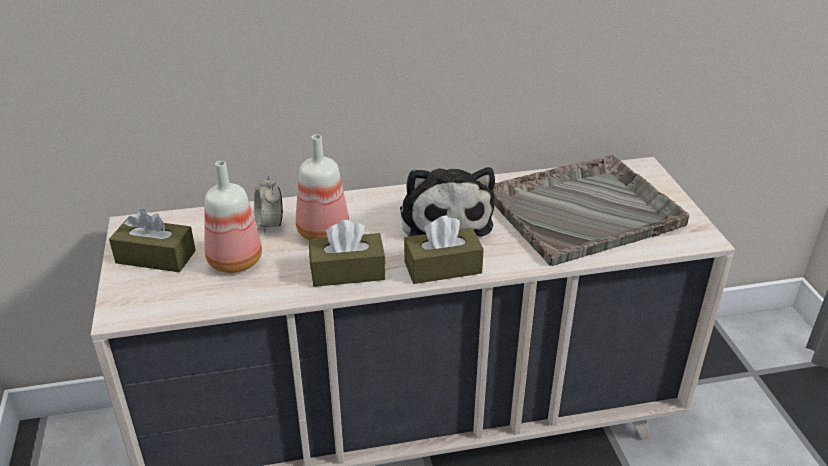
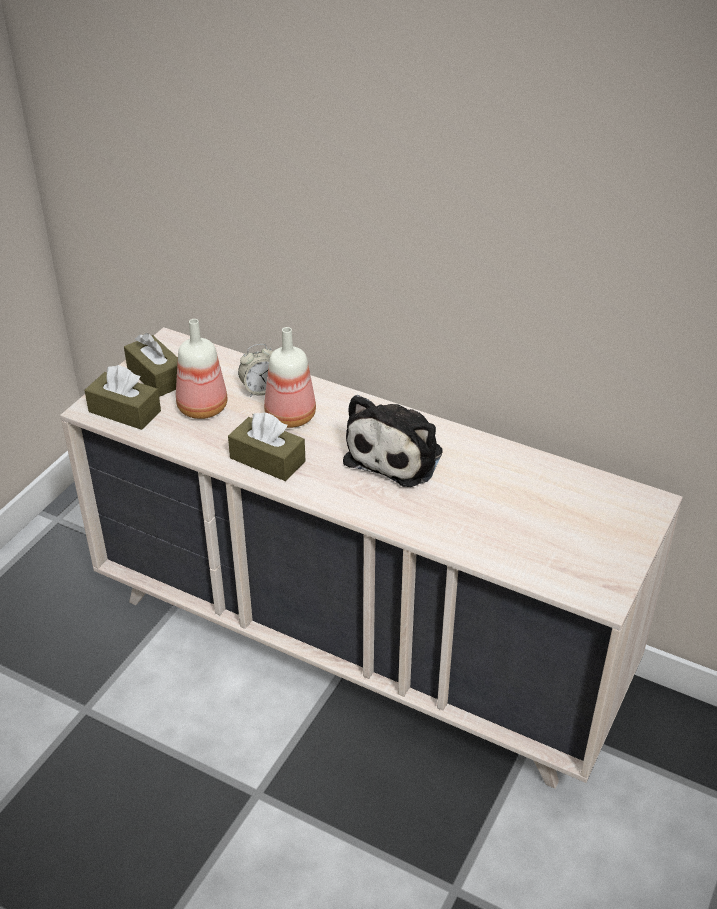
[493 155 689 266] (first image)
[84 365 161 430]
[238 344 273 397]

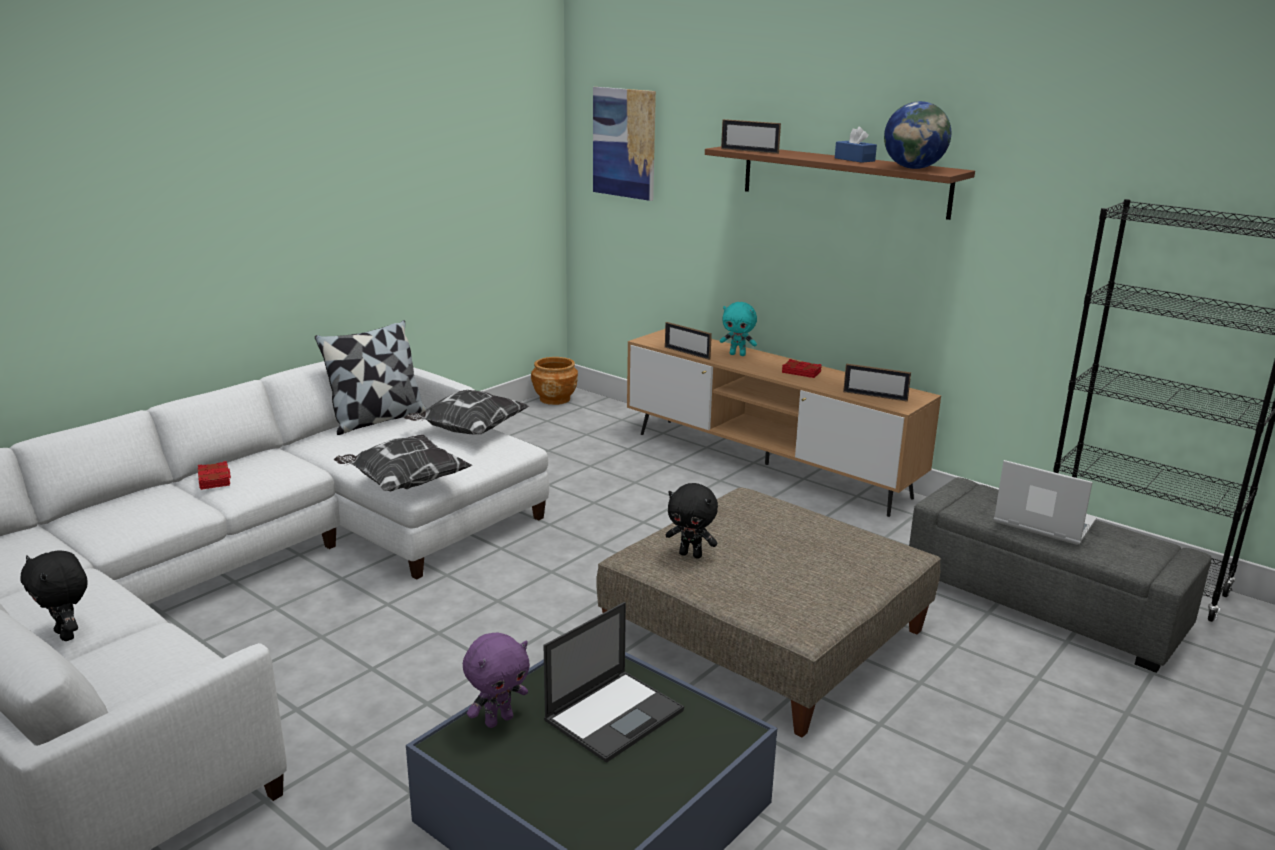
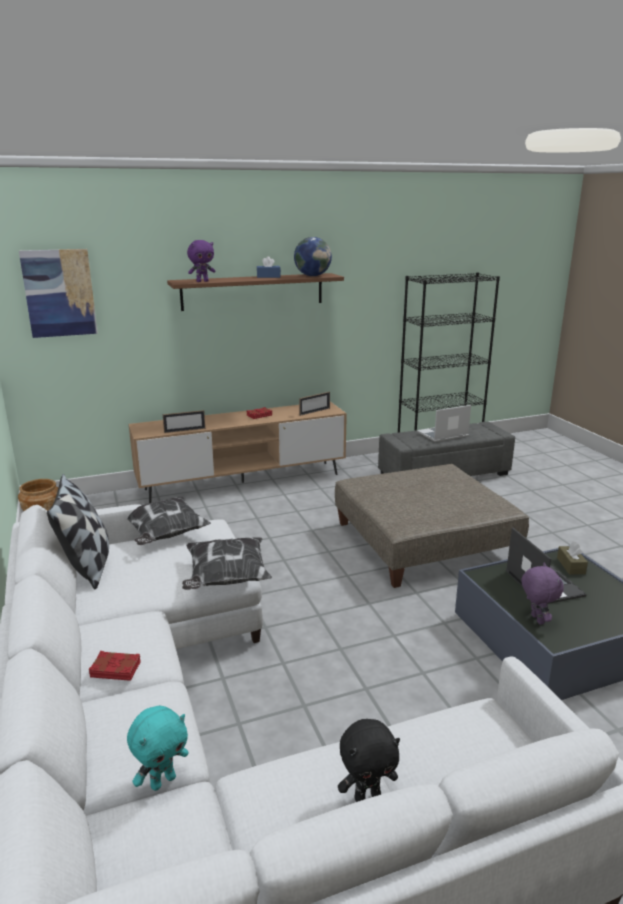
[666 483 718 558] (first image)
[557 542 588 575]
[127 706 189 791]
[187 240 215 282]

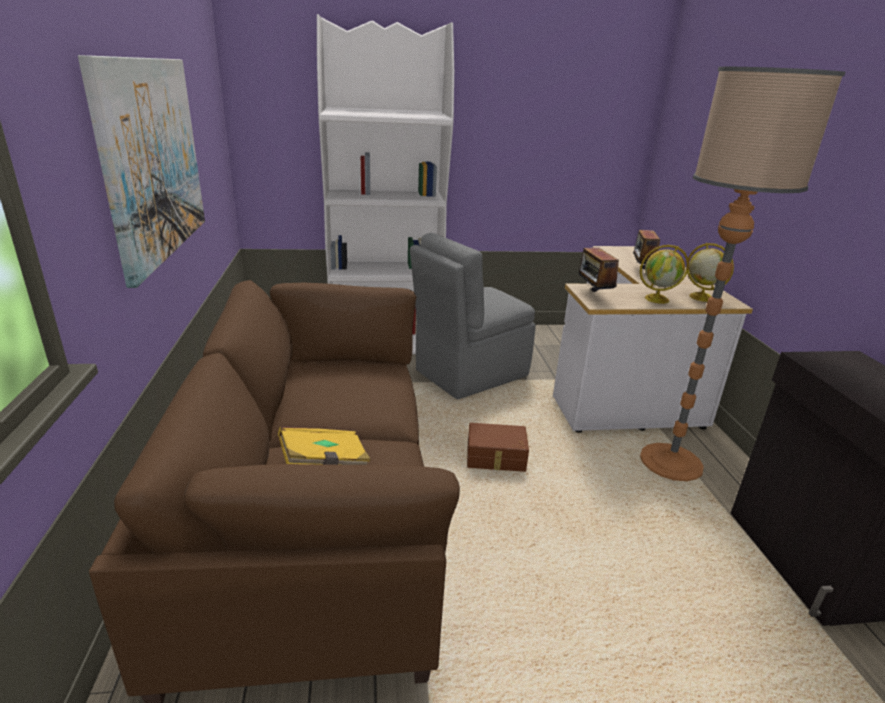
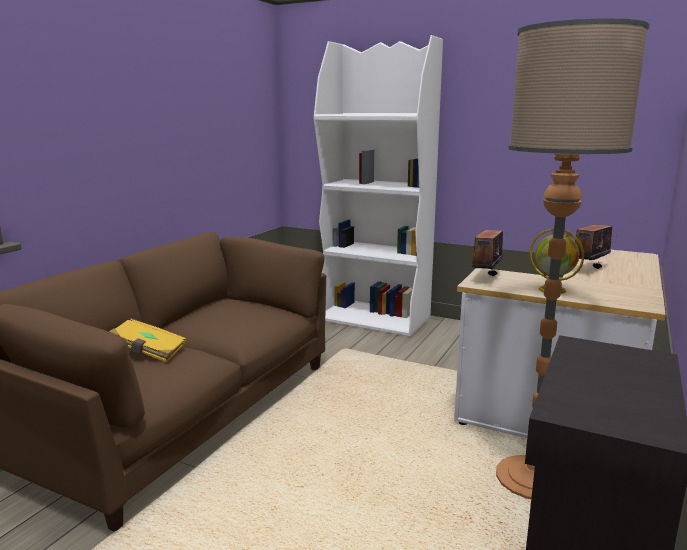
[78 55 205 288] (first image)
[410 233 536 399] (first image)
[467 423 529 472] (first image)
[686 243 734 302] (first image)

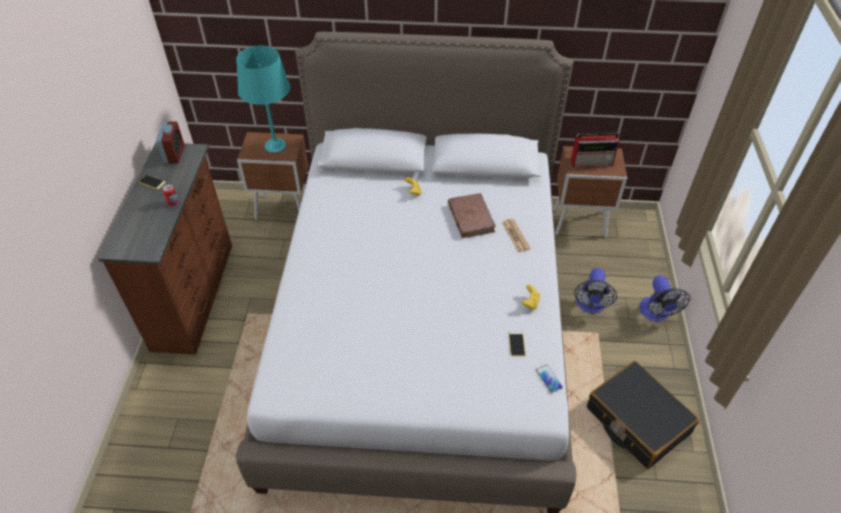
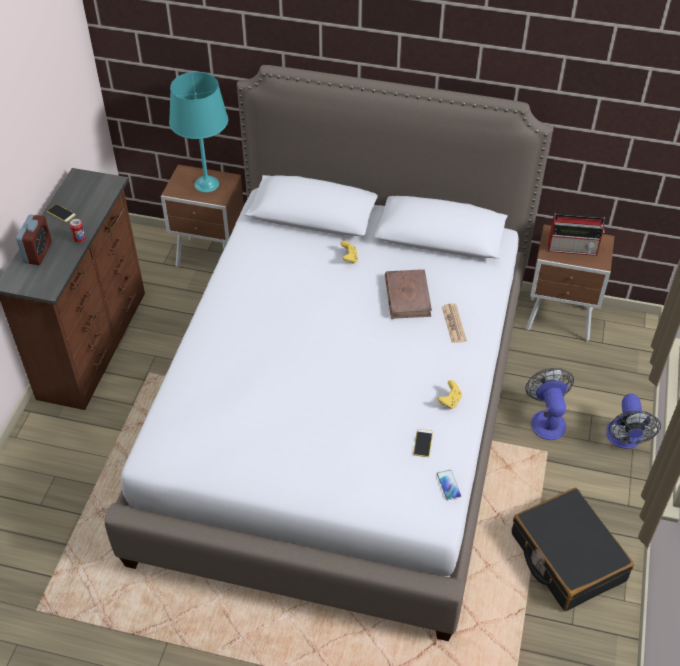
[16 215 52 265]
[525 368 574 440]

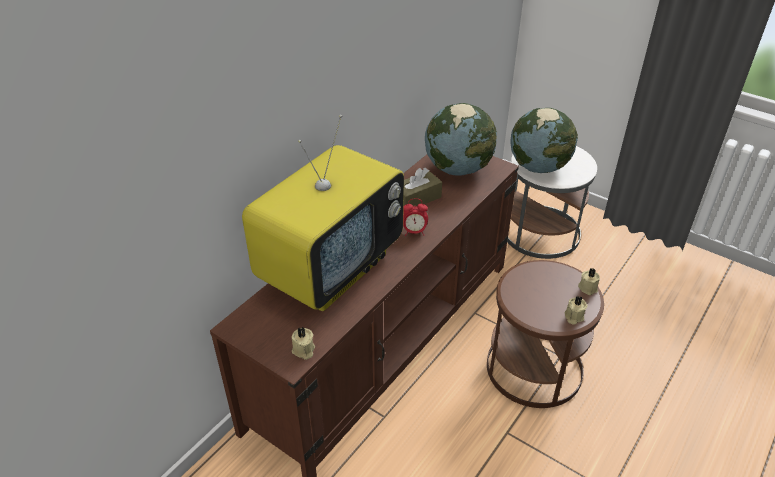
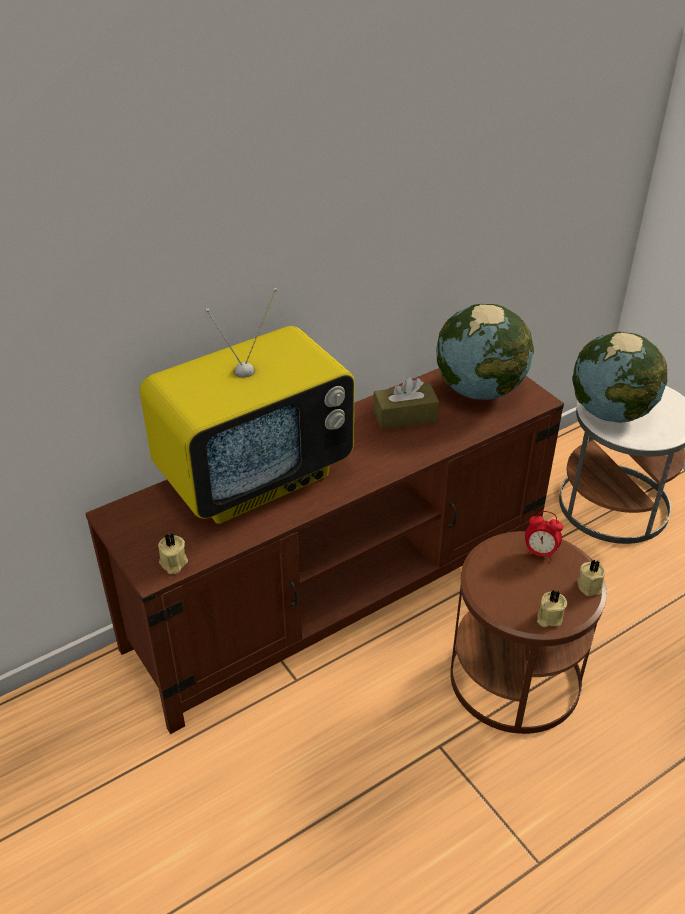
[525 511 563 561]

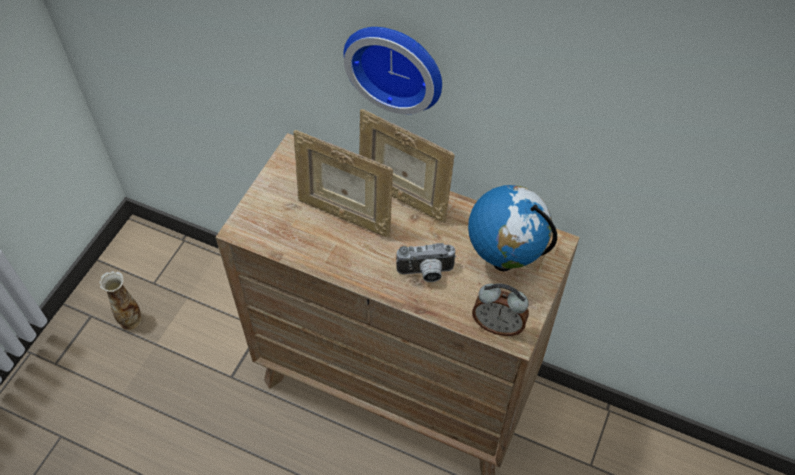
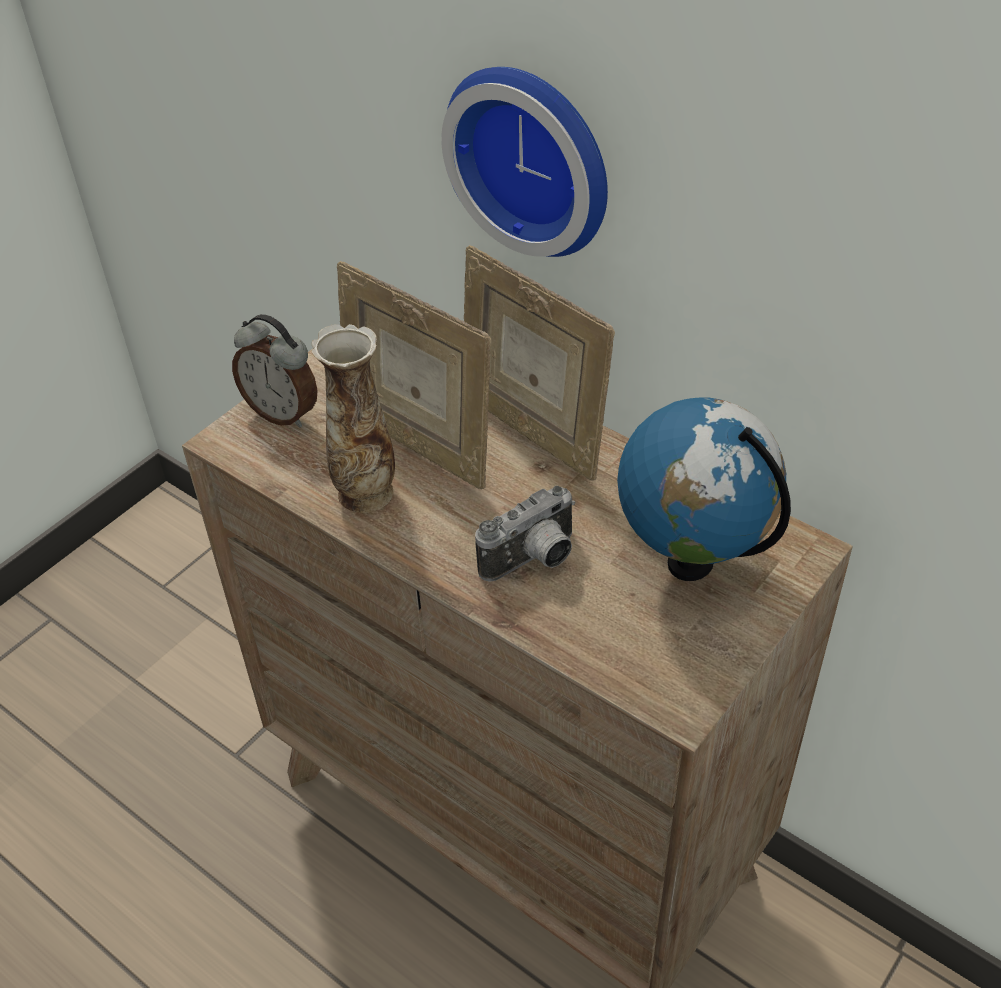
[311 324 395 513]
[232 314 317 428]
[475 486 575 582]

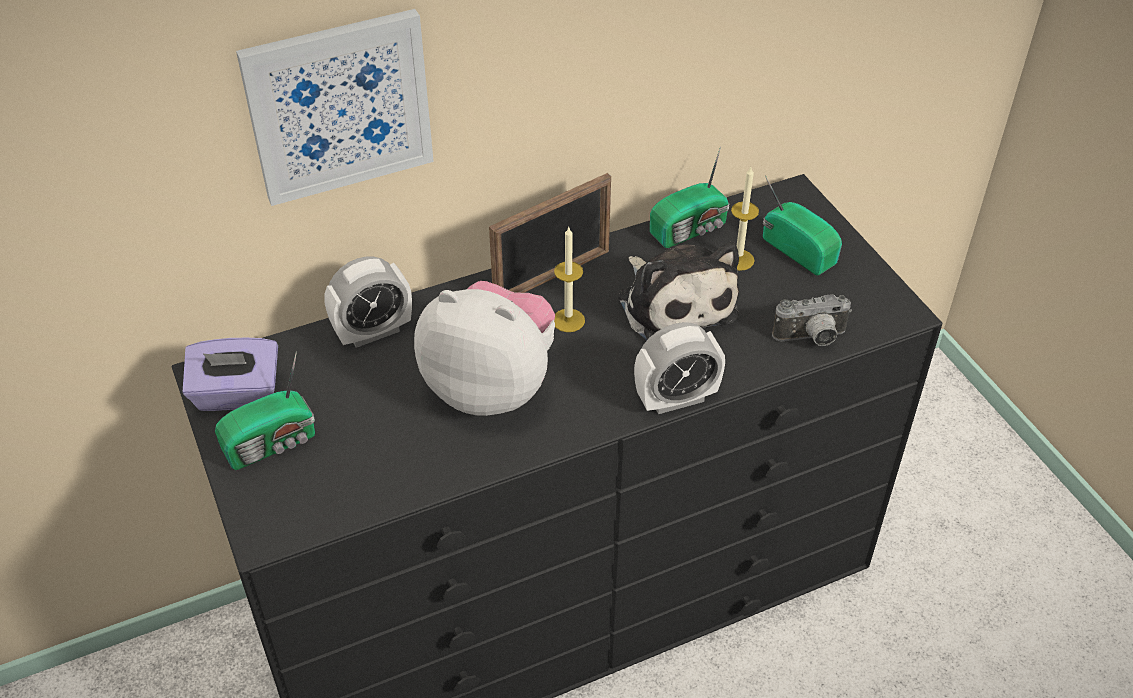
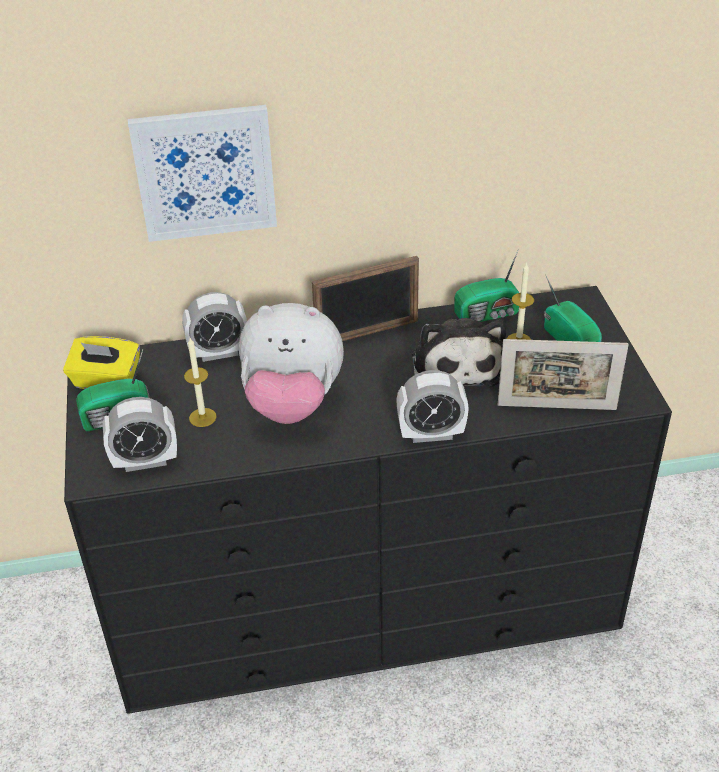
[103 397 177 472]
[184 338 217 427]
[498 339 629 410]
[63 336 140 389]
[239 303 344 424]

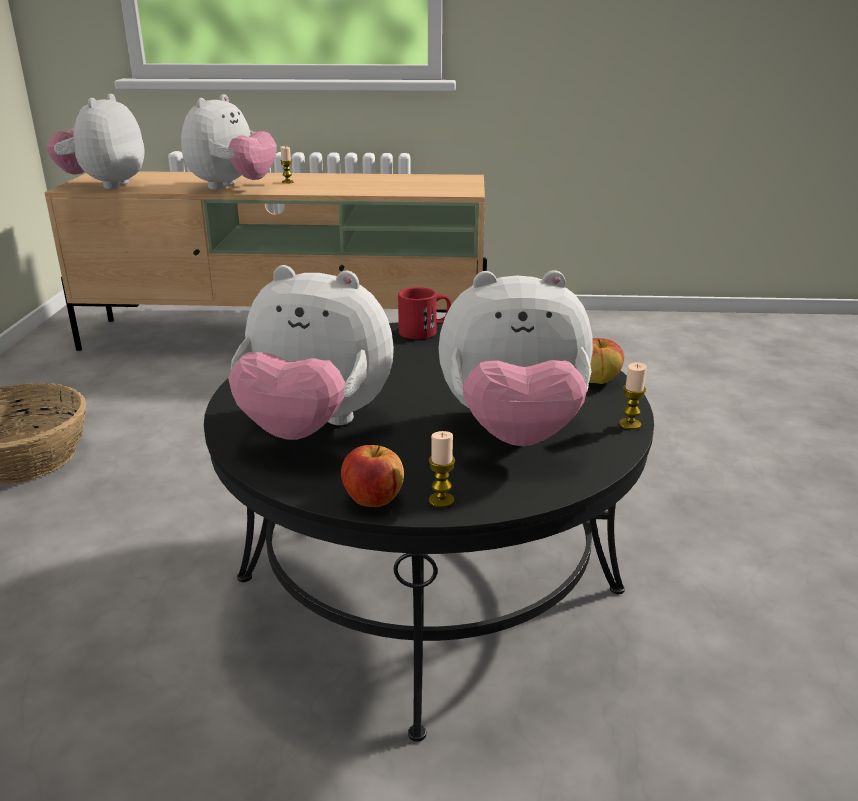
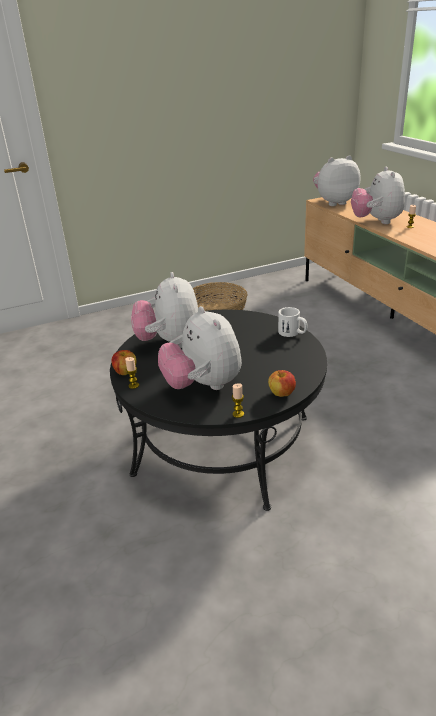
[278 307 307 337]
[351 167 405 224]

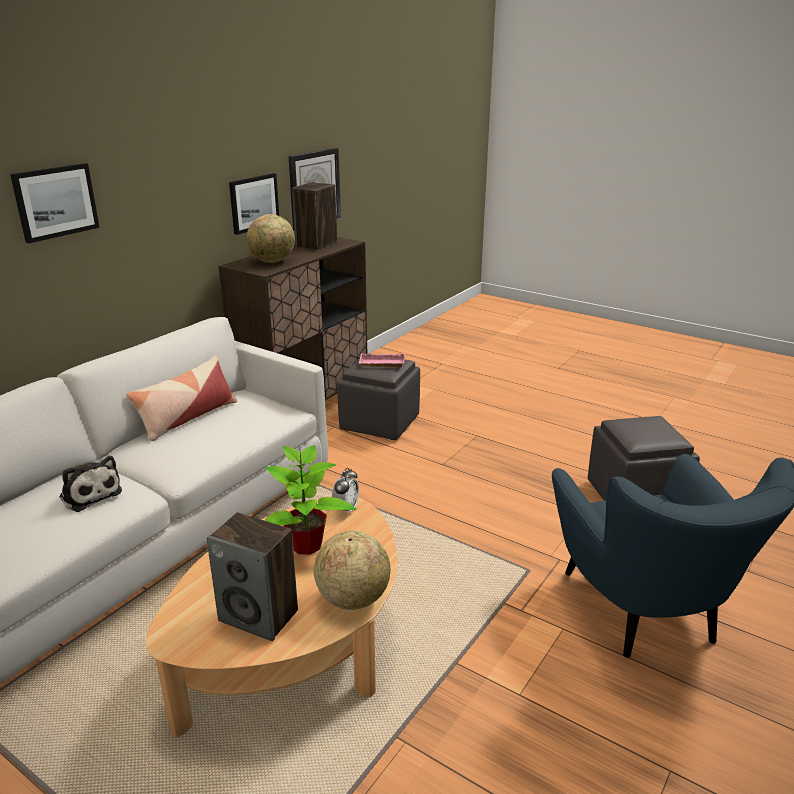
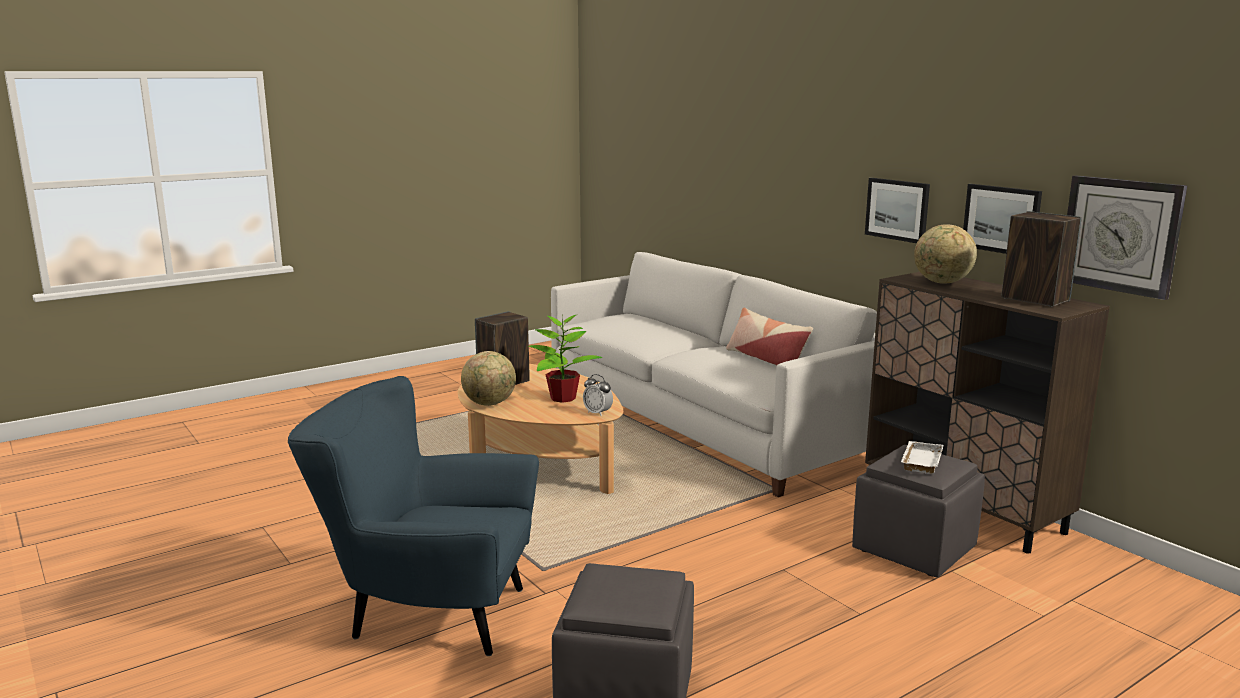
[59 456 122 512] (first image)
[865 178 930 243]
[901 441 944 474]

